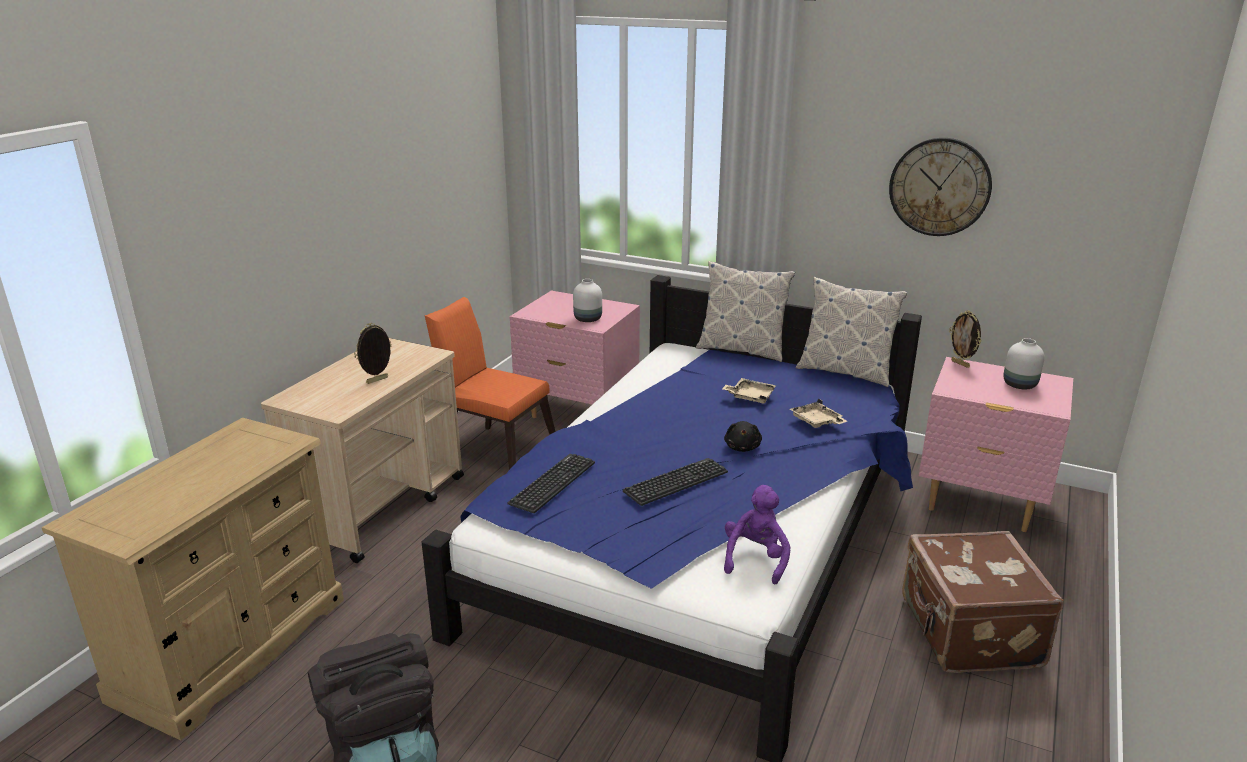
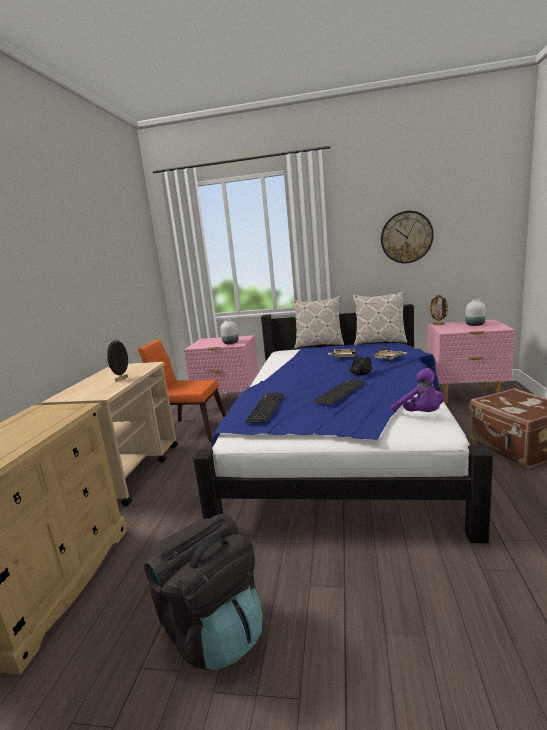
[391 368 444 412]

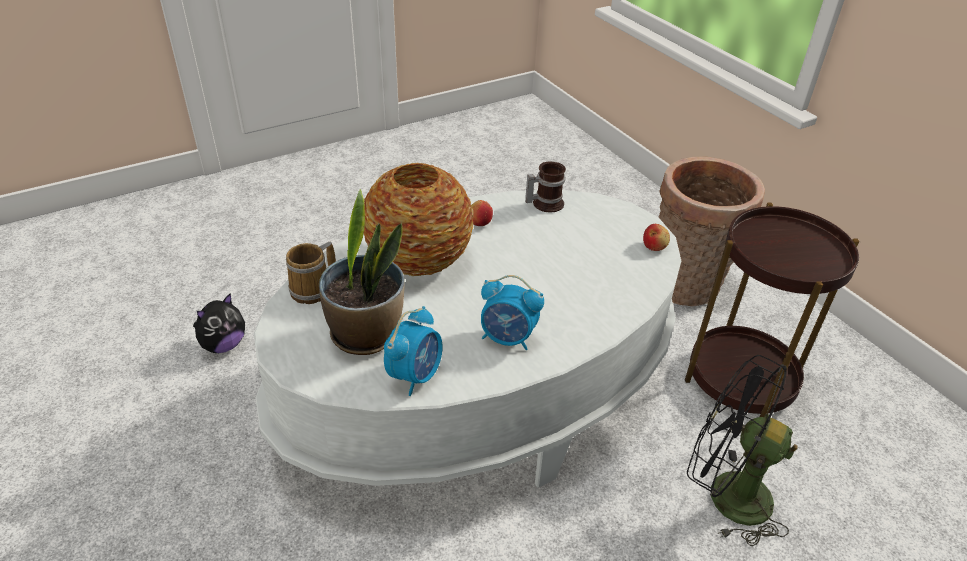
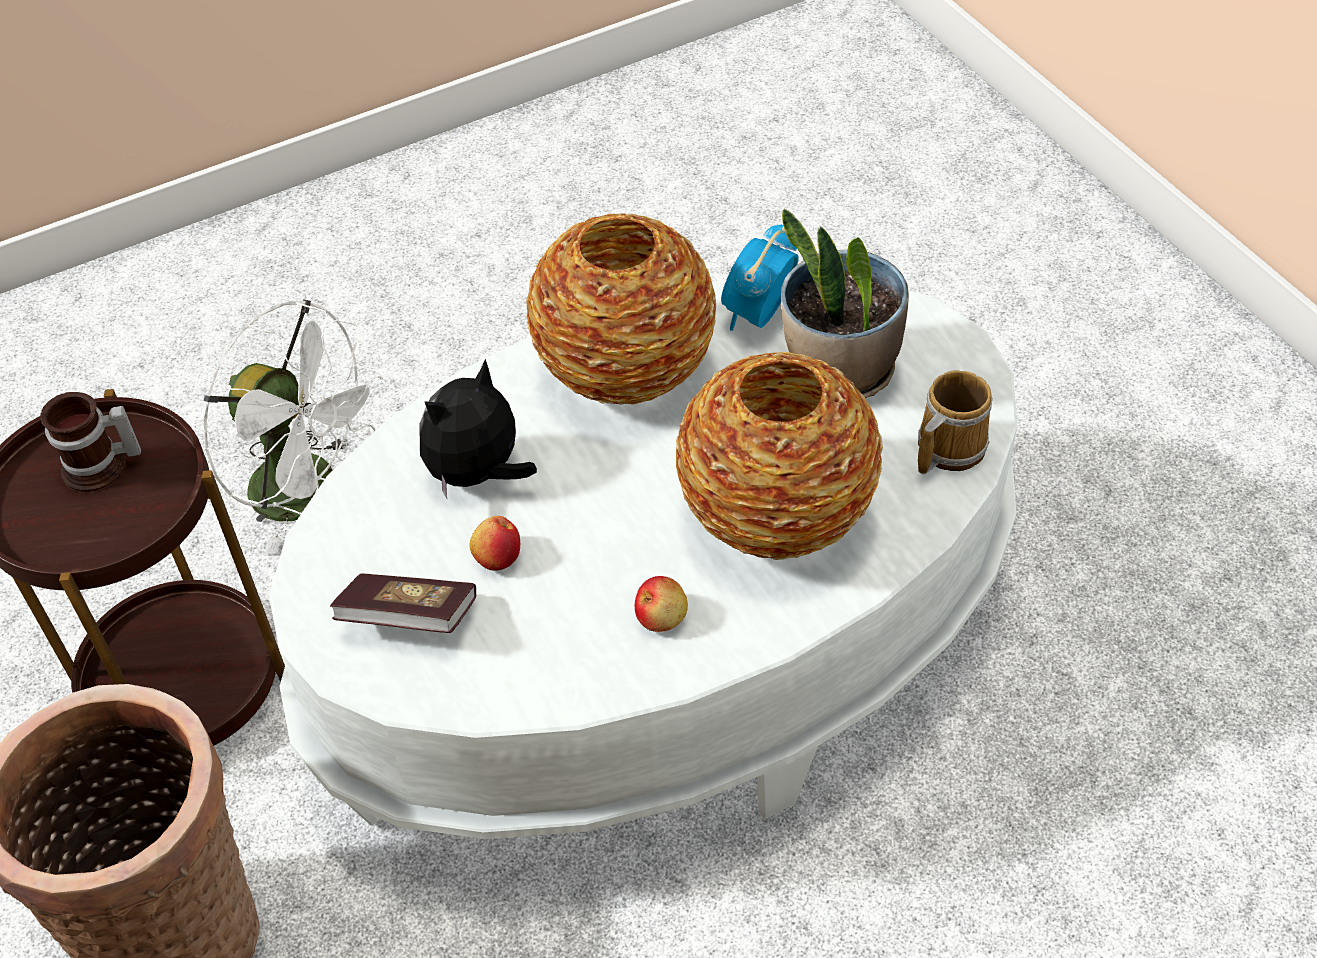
[330 574 476 633]
[420 359 537 499]
[40 392 141 492]
[470 516 520 571]
[526 213 716 405]
[204 299 384 554]

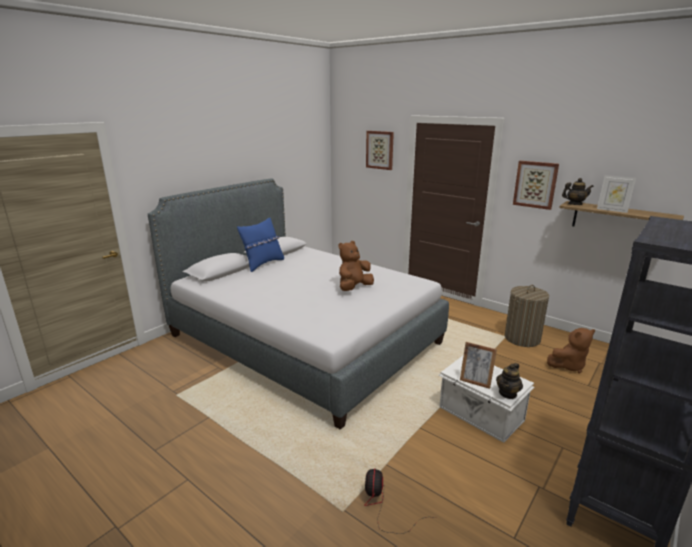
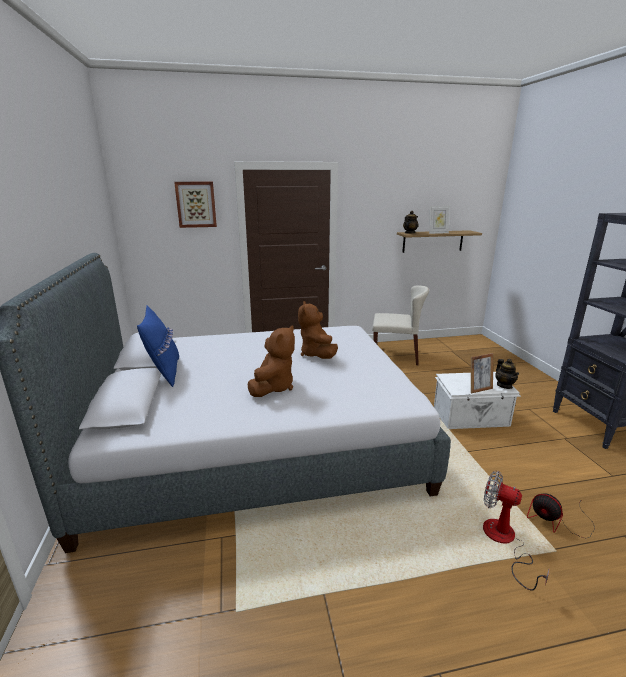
[513 161 559 210] (first image)
[483 471 550 591]
[248 325 295 397]
[372 285 429 365]

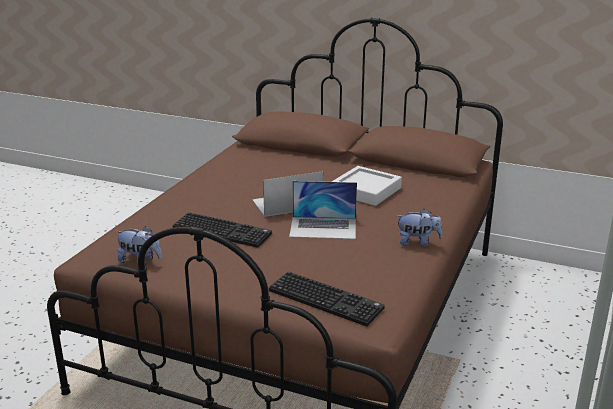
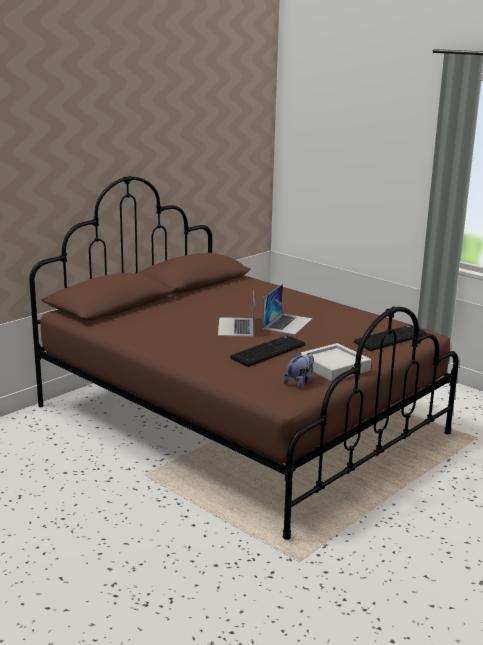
[397 209 443 247] (first image)
[301 343 371 382]

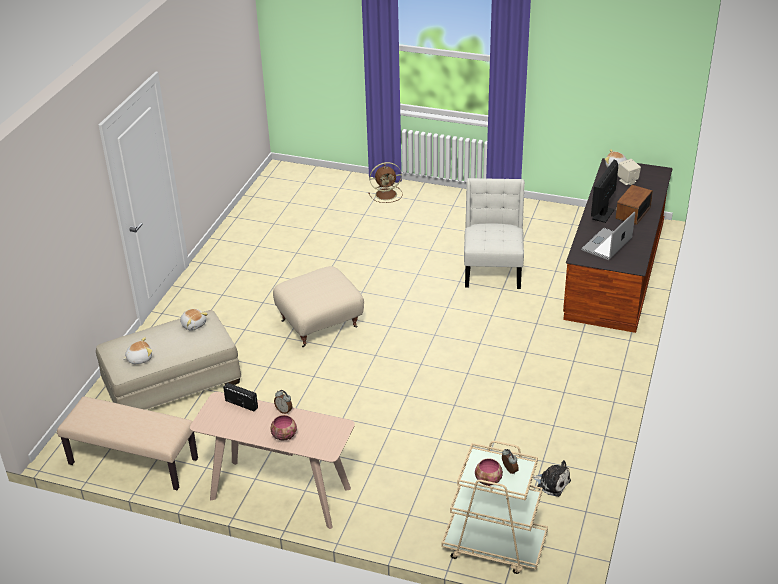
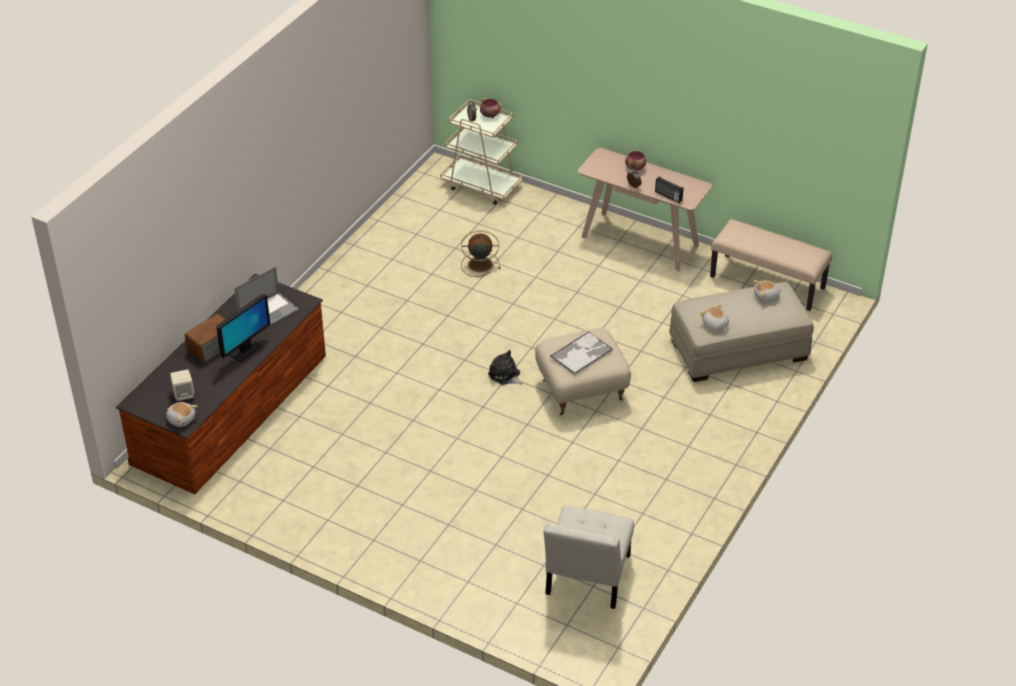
[551 332 613 375]
[461 230 500 277]
[543 506 634 609]
[488 350 523 385]

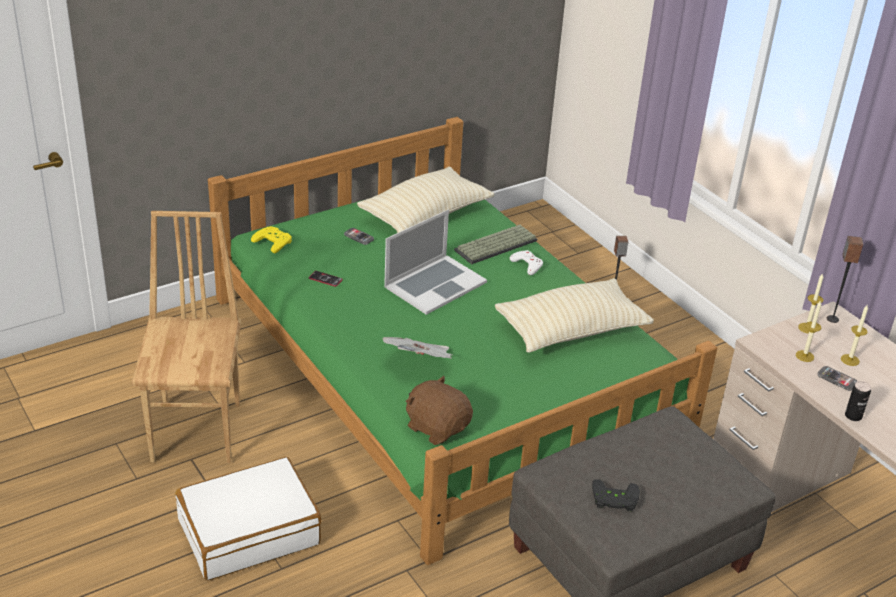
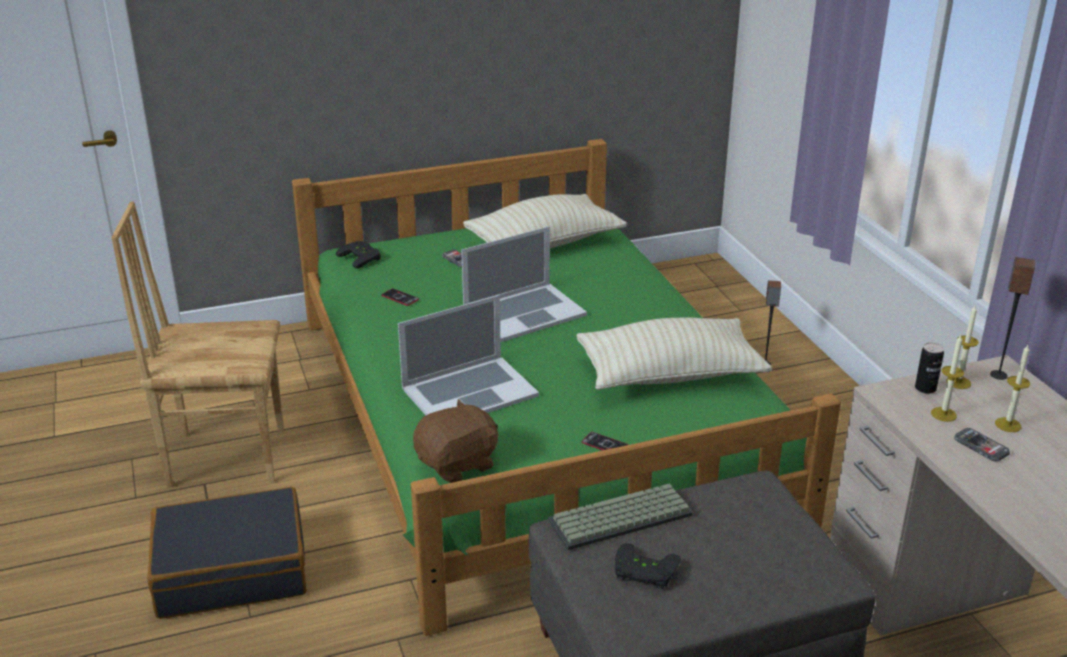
[509 250 543 275] (first image)
[582 432 629 451]
[548 483 693 550]
[915 342 944 394]
[398 295 539 415]
[147 487 307 619]
[336 241 381 269]
[111 202 284 487]
[413 399 498 483]

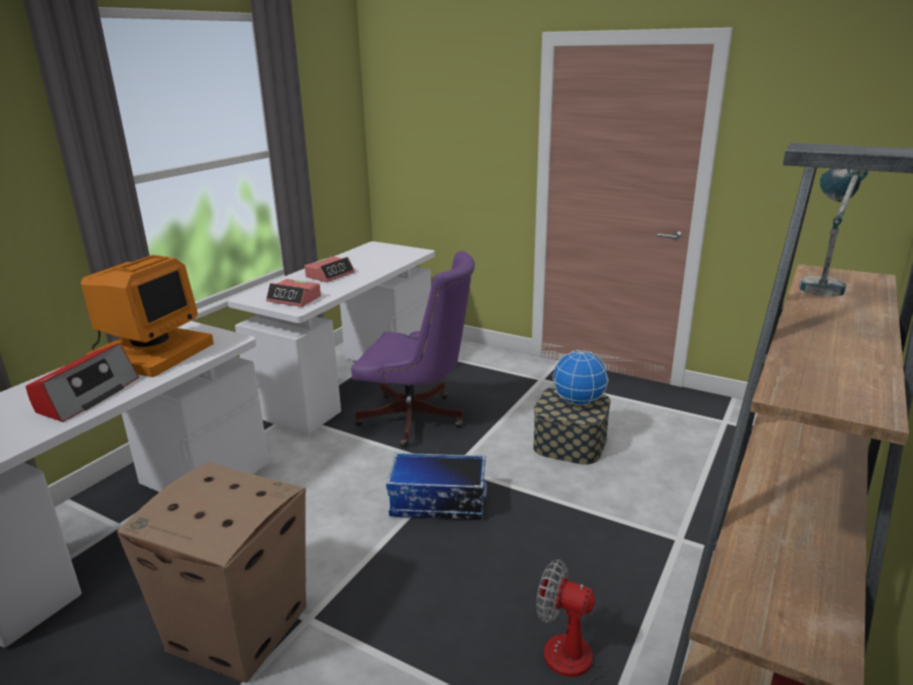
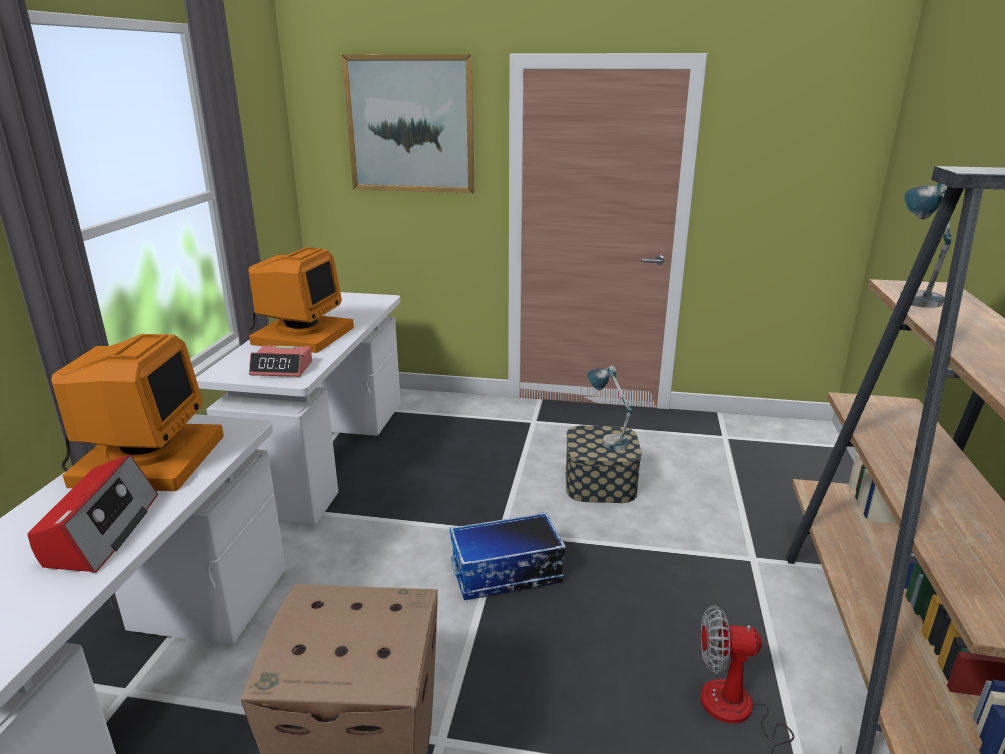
[351 251 475 447] (first image)
[342 54 474 193]
[248 247 354 353]
[587 365 632 450]

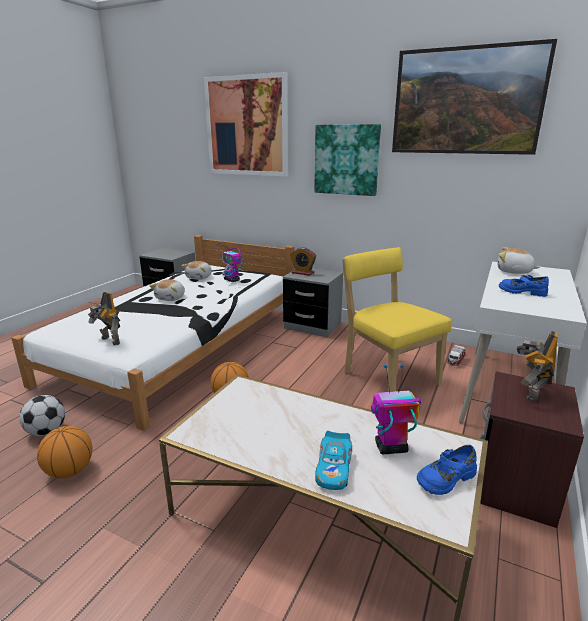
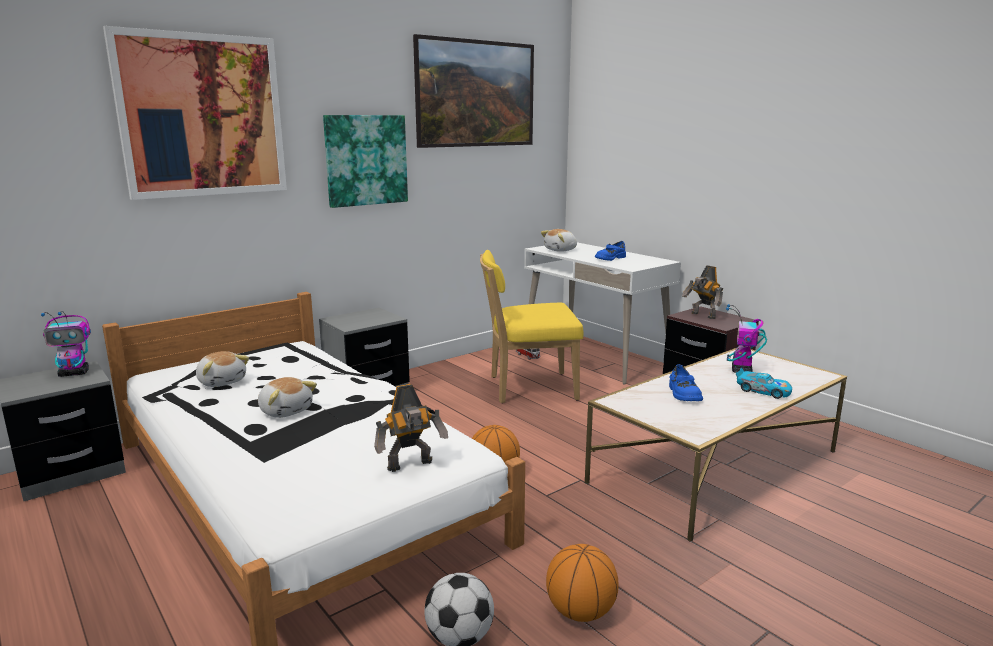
[290 247 316 276] (first image)
[41 311 91 377]
[669 364 703 401]

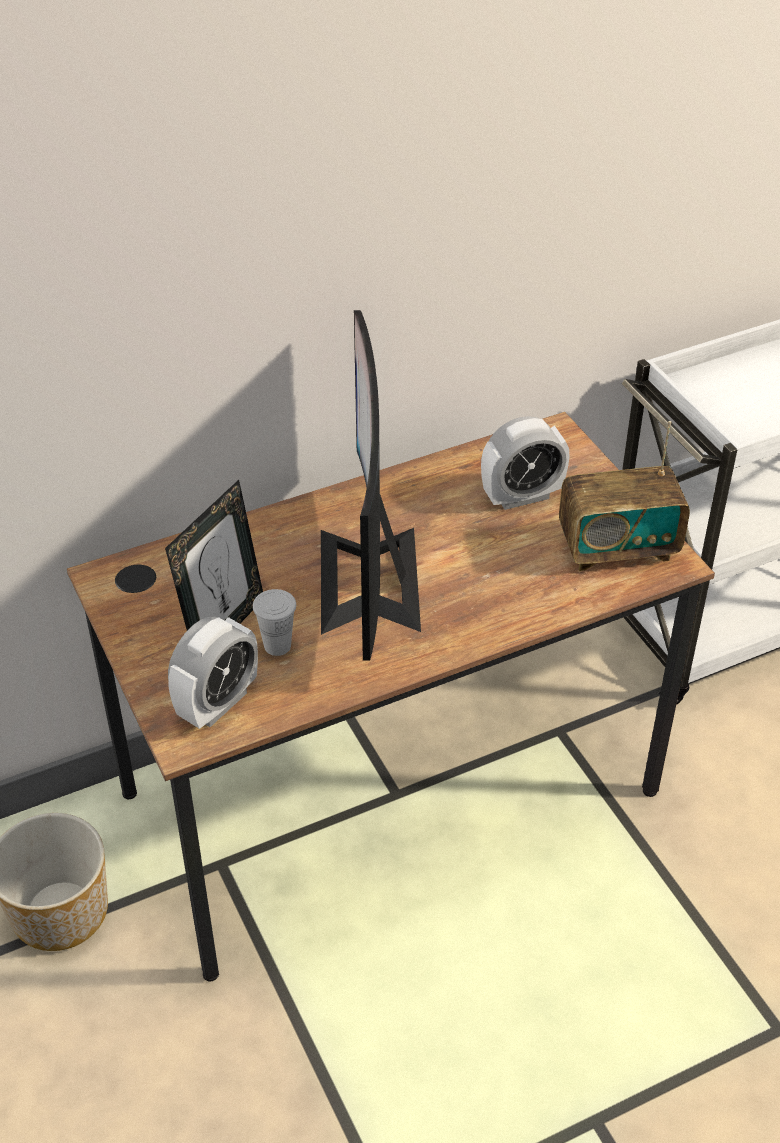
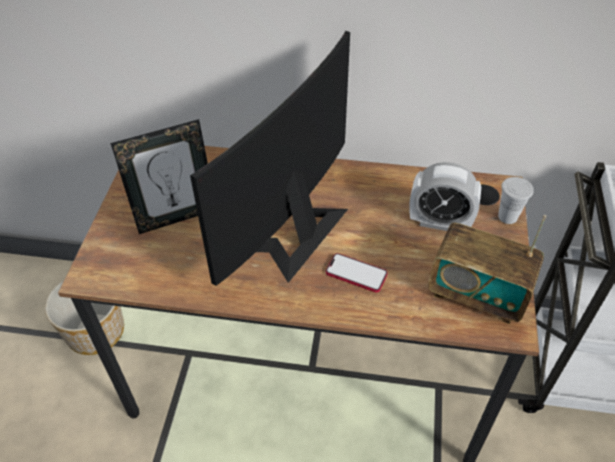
[168 617 258 729] (first image)
[326 253 388 292]
[498 177 534 224]

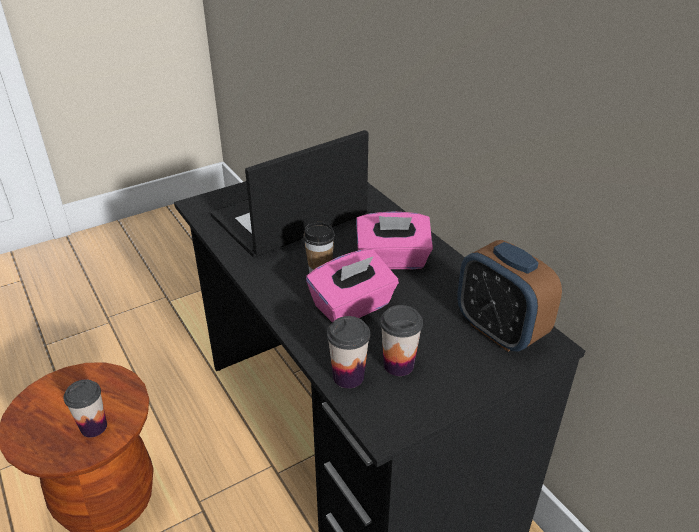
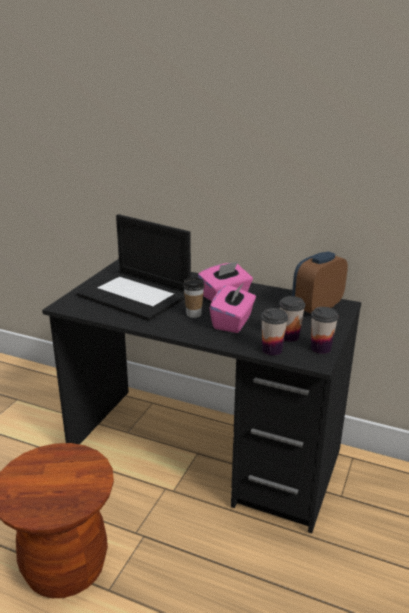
[311 307 339 354]
[76 214 191 321]
[292 251 348 314]

